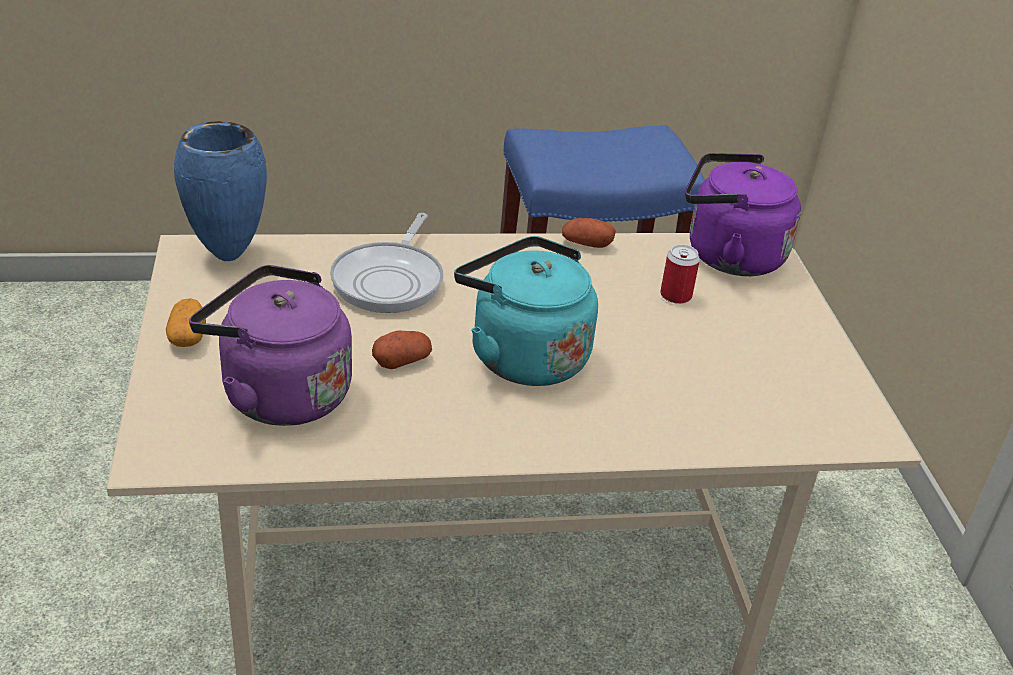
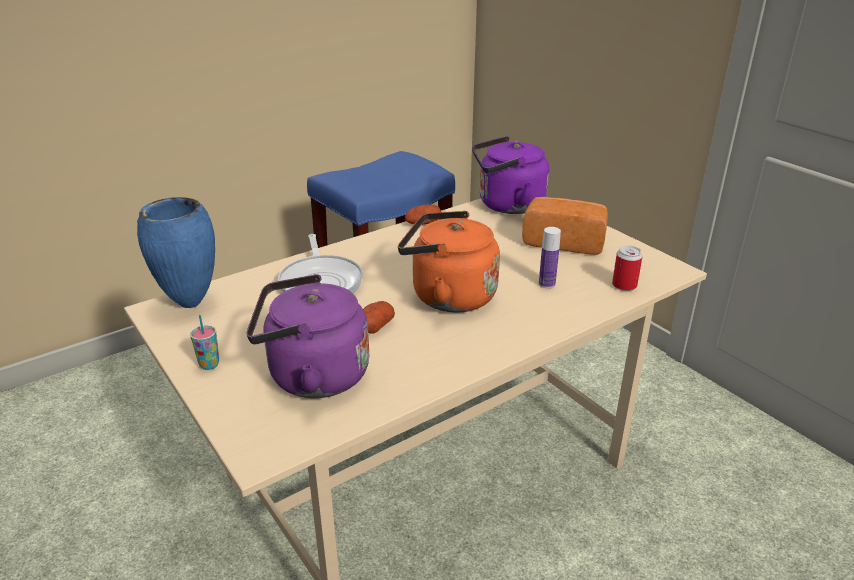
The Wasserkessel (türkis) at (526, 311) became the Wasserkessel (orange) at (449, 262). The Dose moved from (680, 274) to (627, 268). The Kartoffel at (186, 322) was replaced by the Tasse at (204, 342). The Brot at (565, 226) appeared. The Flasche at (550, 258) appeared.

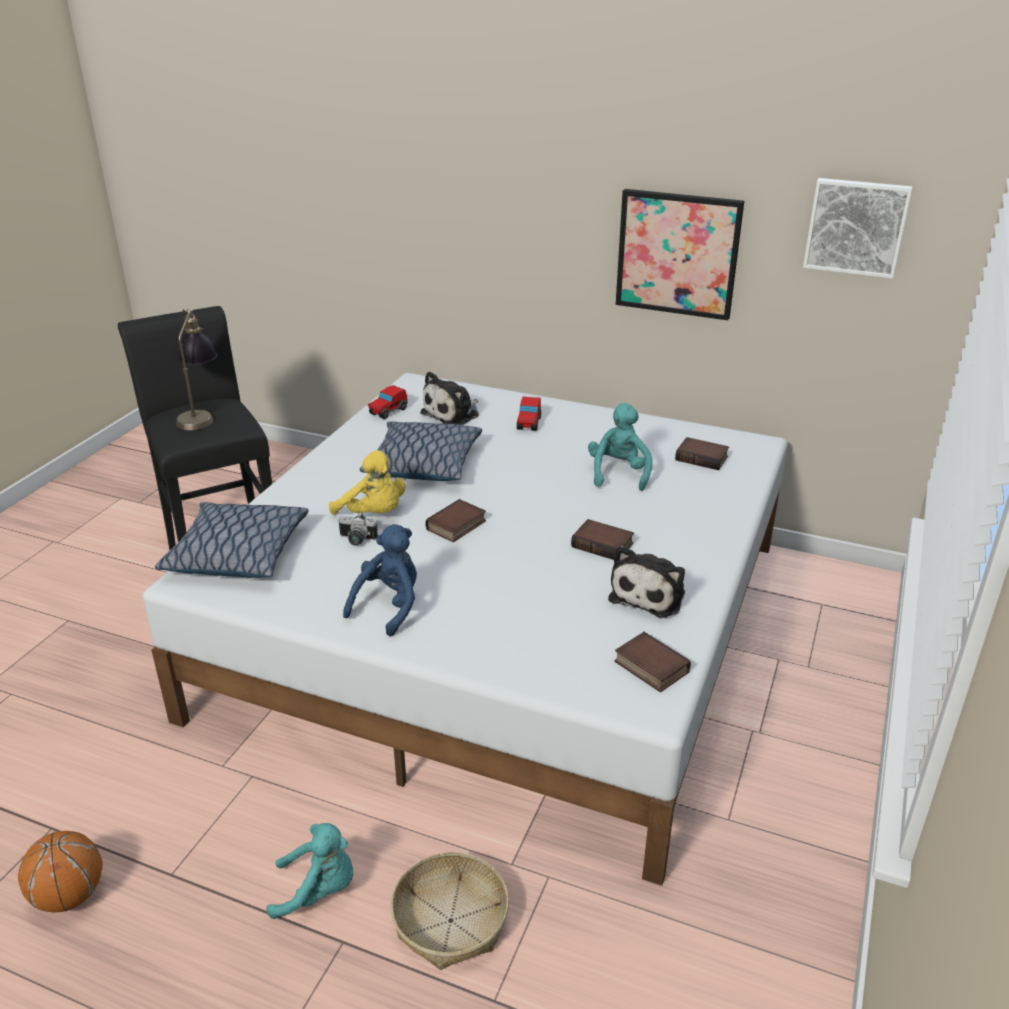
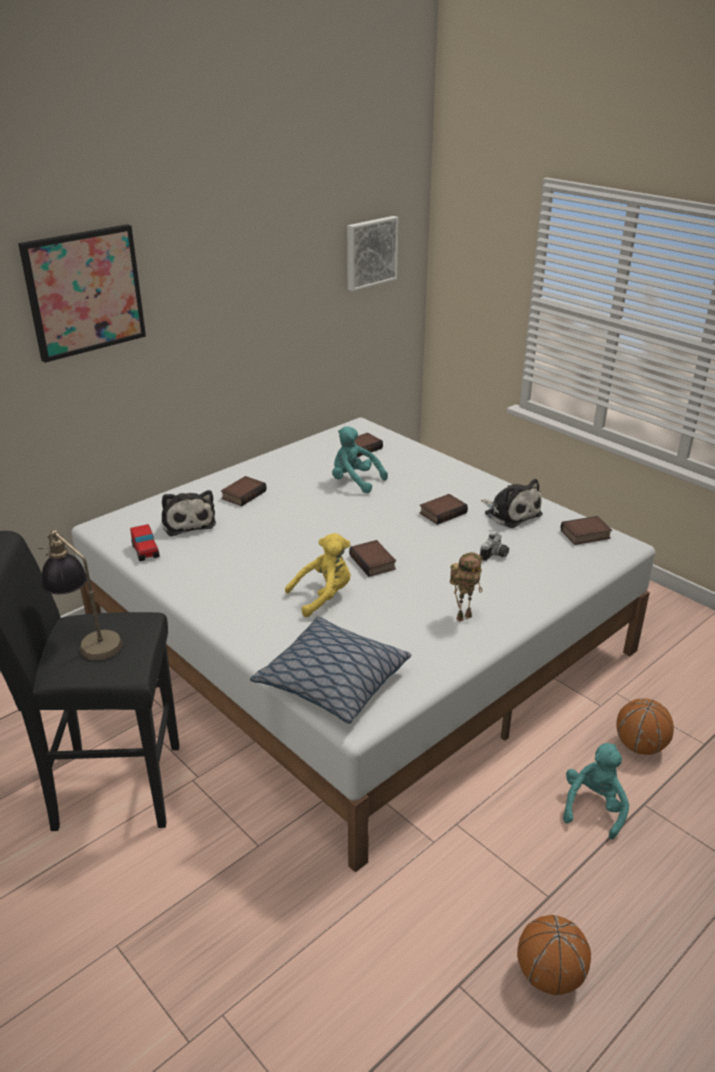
The Bild moved from (680, 254) to (82, 293). The Spielzeugauto at (529, 414) was replaced by the Buch at (244, 491). The Kissen at (421, 451) disappeared. The Kamera moved from (358, 529) to (494, 547). The Plüschtier (blau) at (380, 580) was replaced by the Spielzeugroboter at (466, 587). The Korb at (450, 911) was replaced by the Basketball at (645, 726).

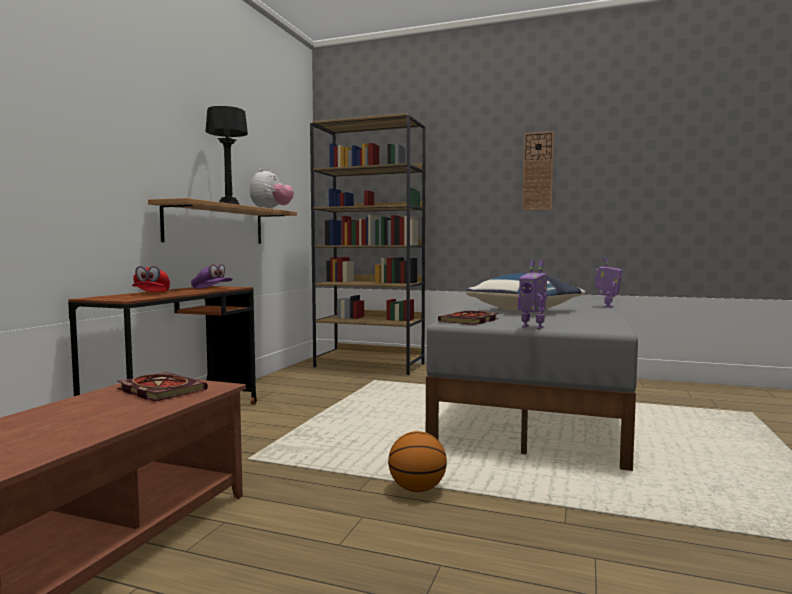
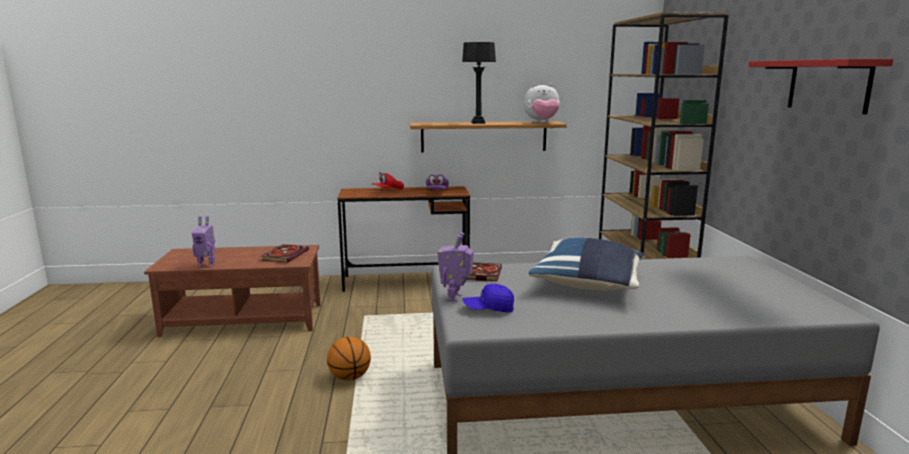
The Wanduhr at (538, 170) was replaced by the Wandregal (rot) at (820, 87). The Spielzeugroboter moved from (608, 282) to (203, 241). The Kappe (blau) at (488, 298) appeared.

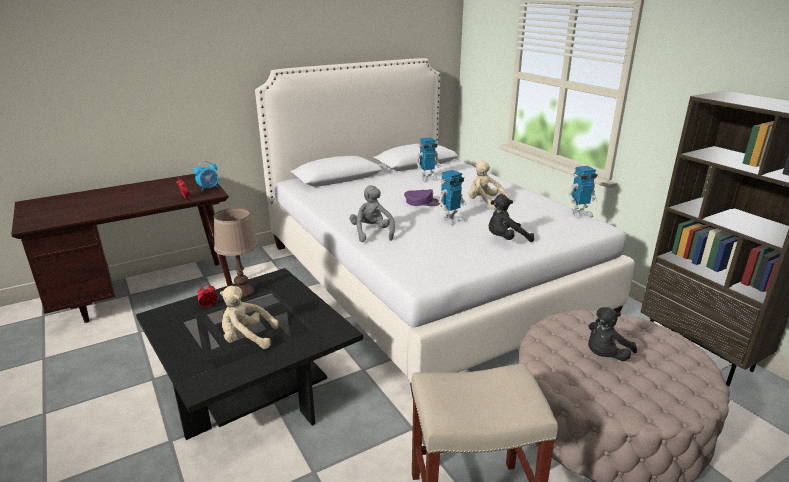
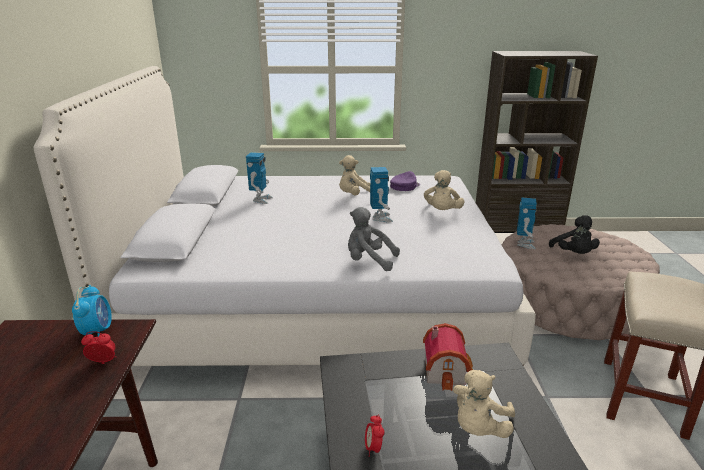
The Spielzeugroboter moved from (583, 192) to (527, 223). The Kappe (lila) moved from (422, 197) to (405, 181). The Plüschtier (schwarz) at (511, 218) became the Plüschtier (beige) at (444, 190). The Tischlampe (braun) at (236, 253) disappeared. The Spielzeughaus at (448, 357) appeared.

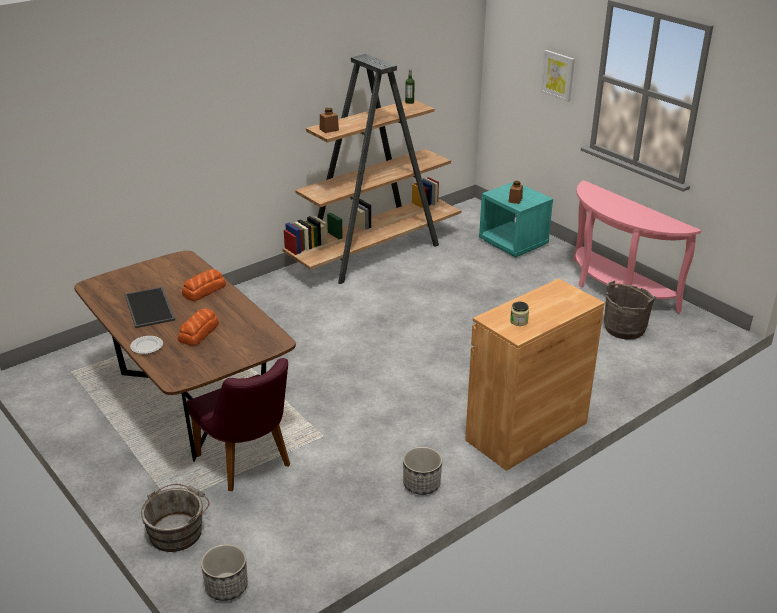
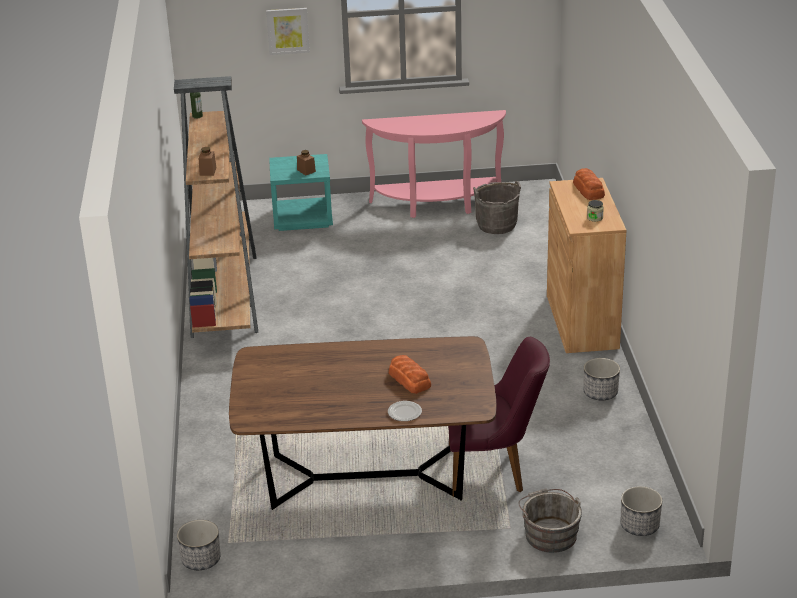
The Brot moved from (204, 285) to (589, 184). The Tablett at (150, 307) disappeared. The Pflanzkübel at (199, 545) appeared.

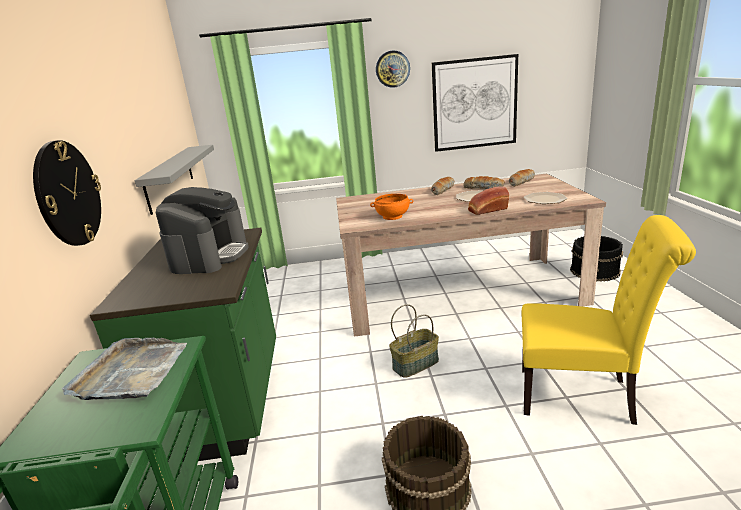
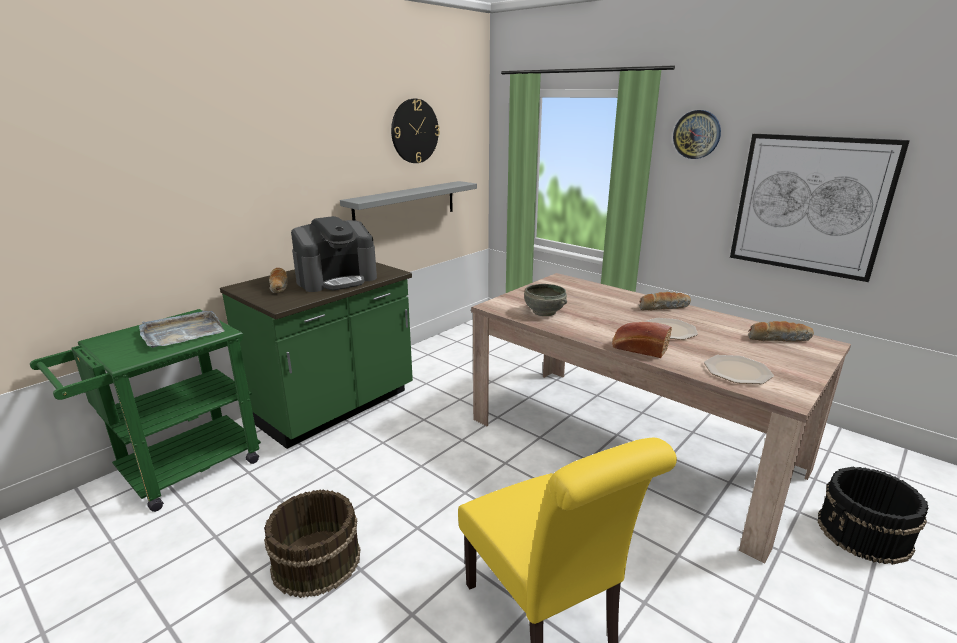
The Wanduhr moved from (67, 193) to (415, 131). The Brot moved from (484, 182) to (278, 280). The Schüssel (orange) at (391, 207) became the Schüssel (grau) at (545, 300). The Korb at (414, 341) disappeared.

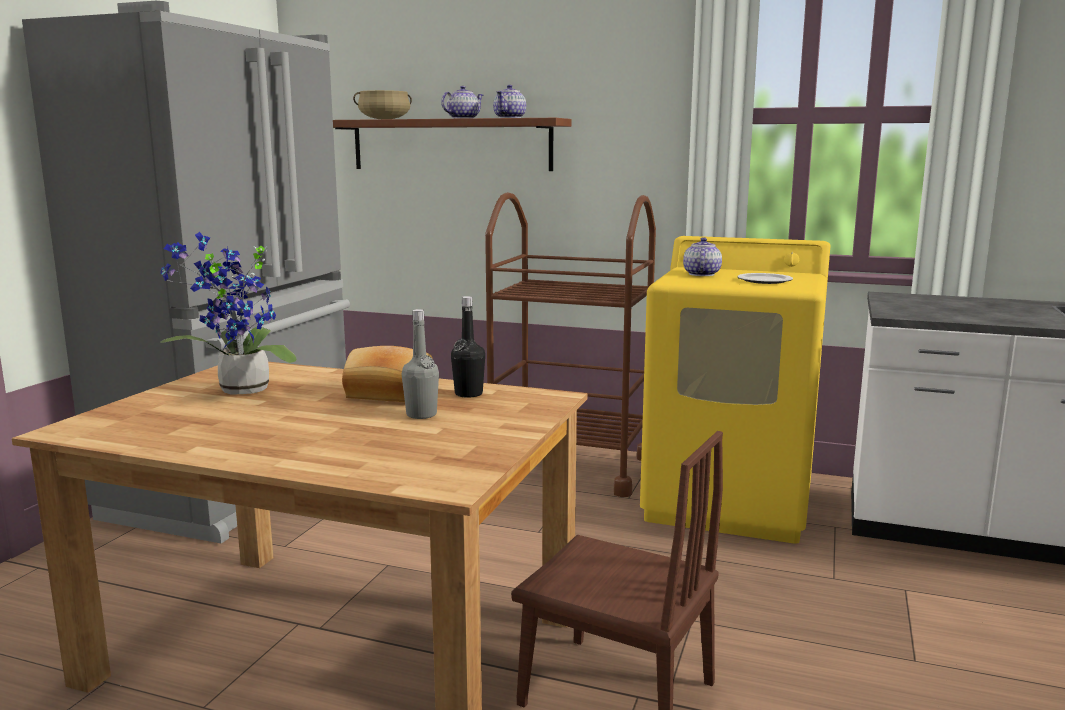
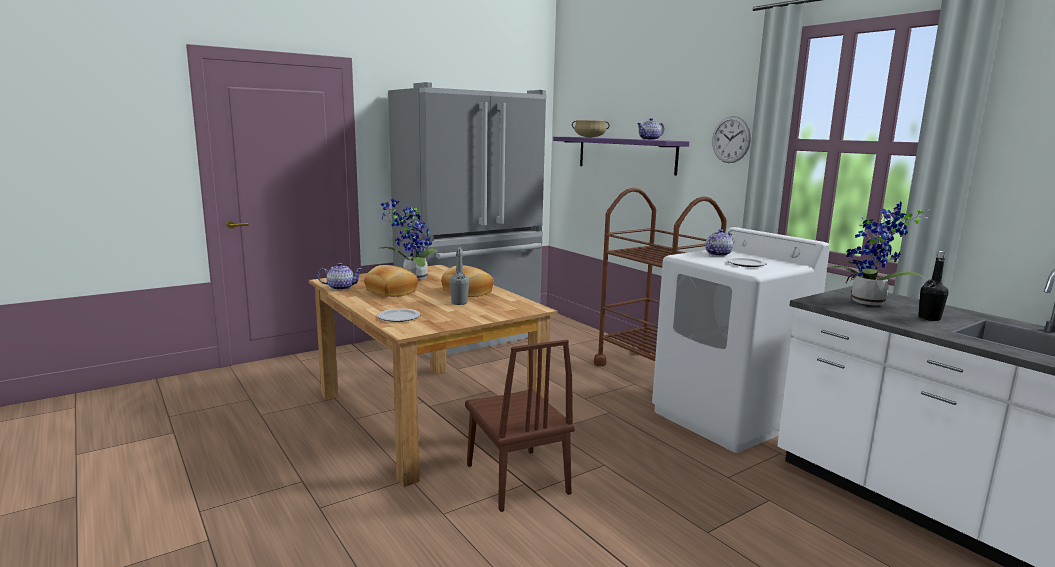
The Teekanne moved from (462, 102) to (340, 276). The Wandregal (braun) at (452, 144) became the Wandregal (lila) at (621, 156). The Waschmaschine (gelb) at (735, 390) became the Waschmaschine (weiß) at (741, 340). The Flasche (schwarz) moved from (468, 347) to (933, 286). The Wanduhr at (731, 139) appeared. The Topfpflanze at (878, 253) appeared. The Brot at (391, 281) appeared. The Teller at (399, 315) appeared.

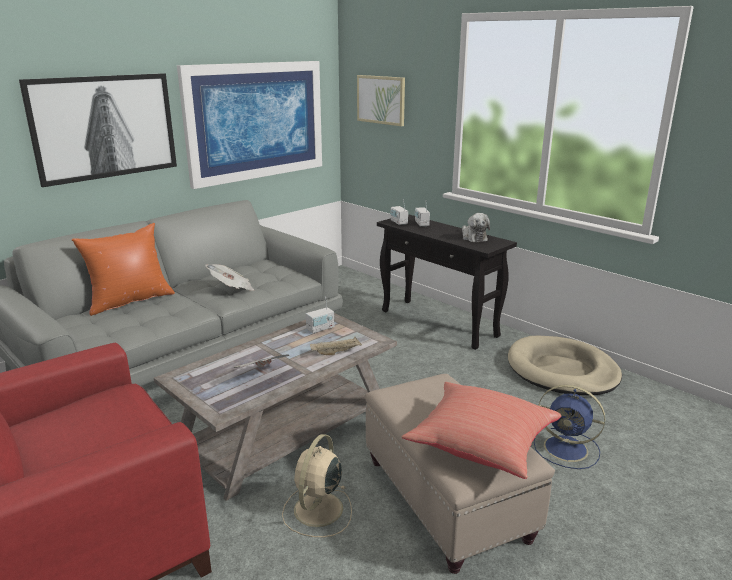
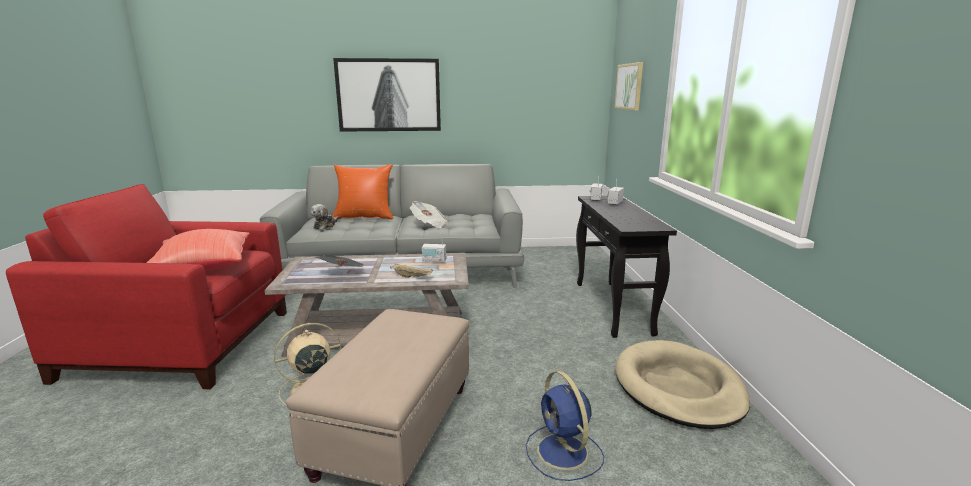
The Bild at (249, 125) disappeared. The Plüschtier moved from (476, 227) to (325, 216). The Kissen (rot) moved from (481, 430) to (198, 250).

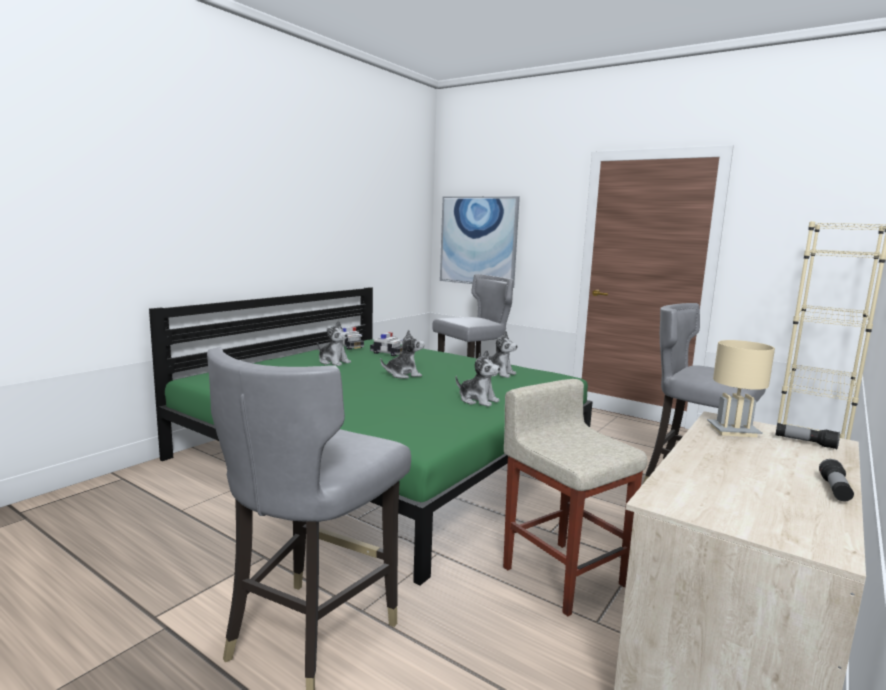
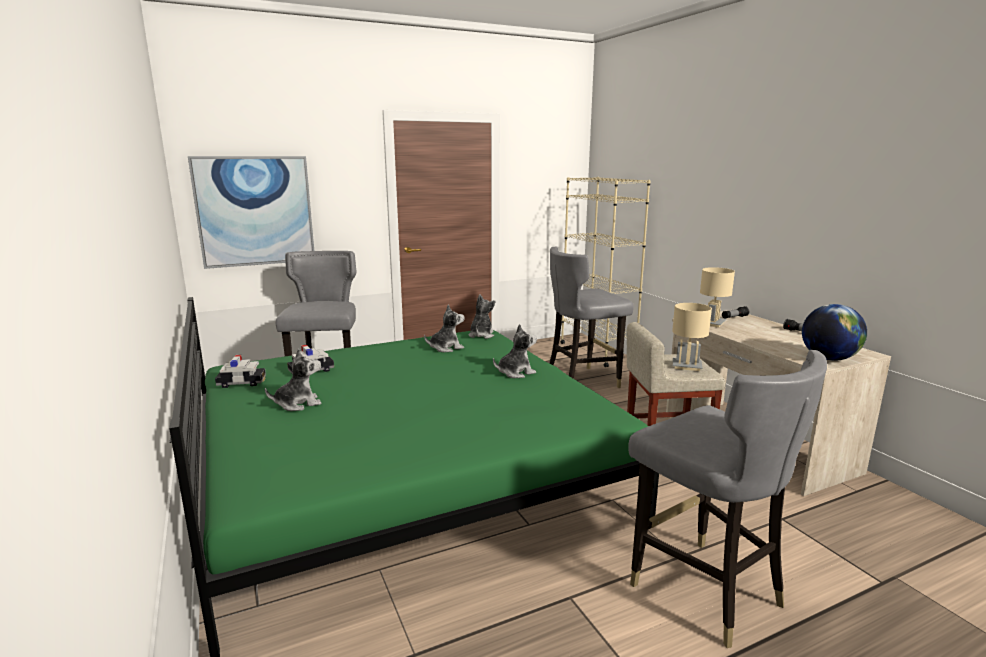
The Plüschtier moved from (402, 354) to (482, 316). The Tischlampe (beige) at (692, 337) appeared. The Globus at (834, 332) appeared.

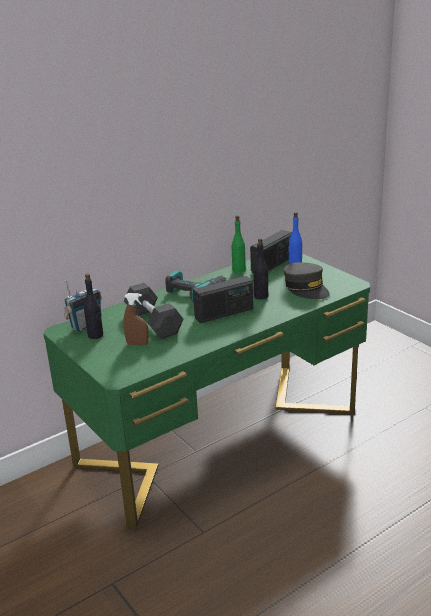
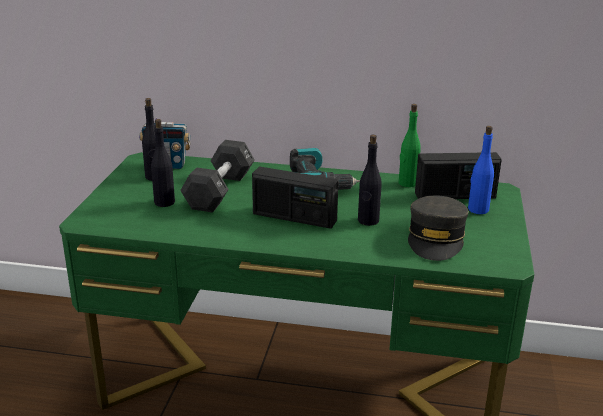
The Sprühflasche (braun) at (136, 319) was replaced by the Flasche (schwarz) at (163, 163).

